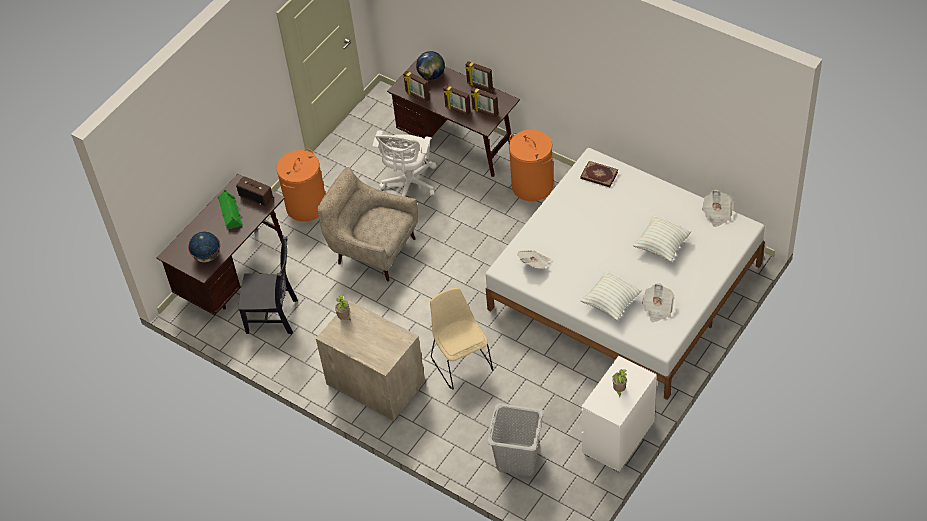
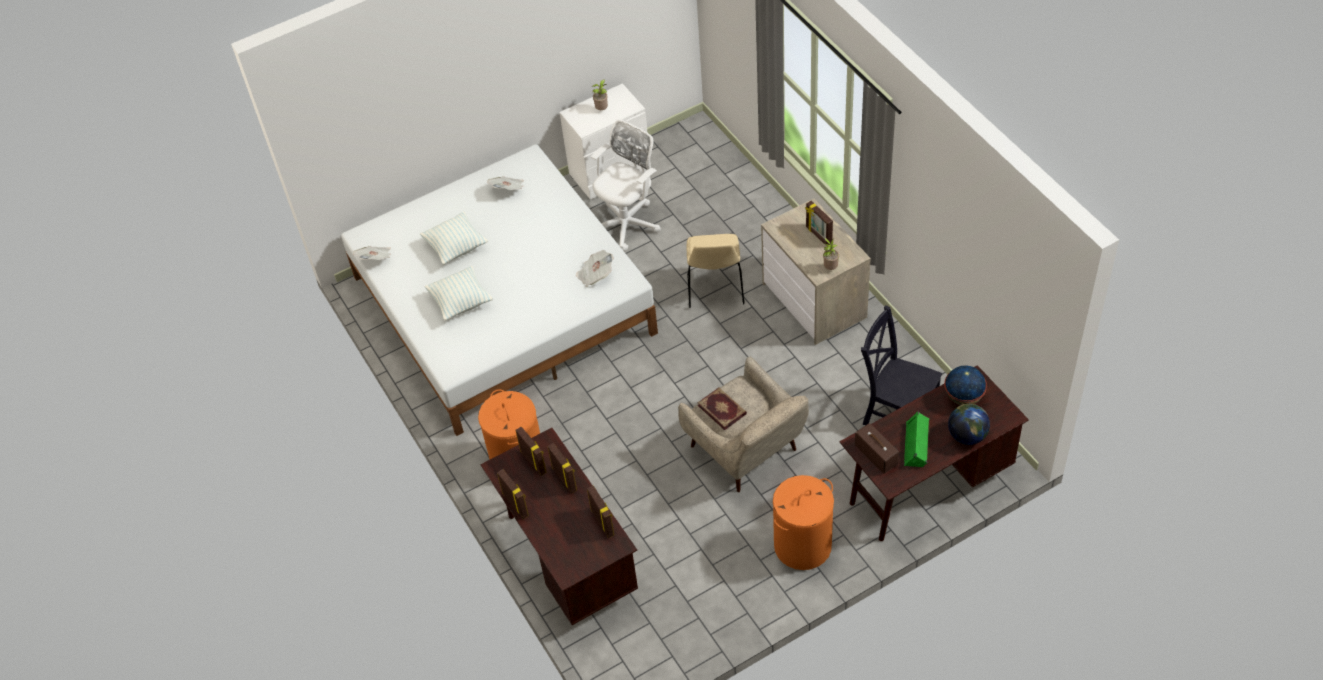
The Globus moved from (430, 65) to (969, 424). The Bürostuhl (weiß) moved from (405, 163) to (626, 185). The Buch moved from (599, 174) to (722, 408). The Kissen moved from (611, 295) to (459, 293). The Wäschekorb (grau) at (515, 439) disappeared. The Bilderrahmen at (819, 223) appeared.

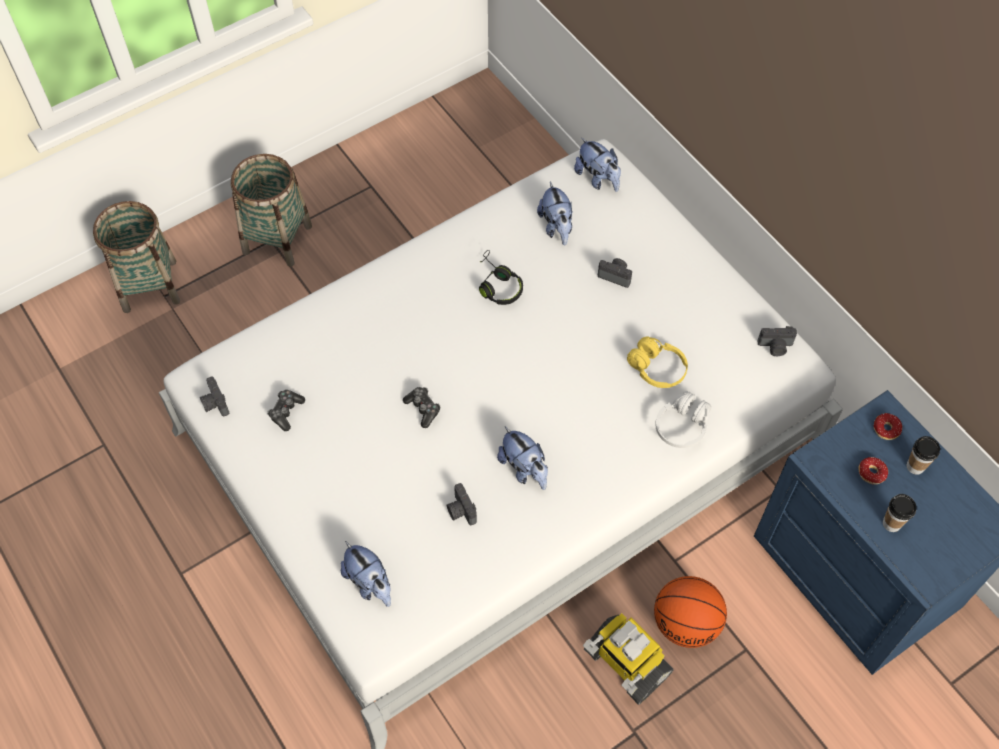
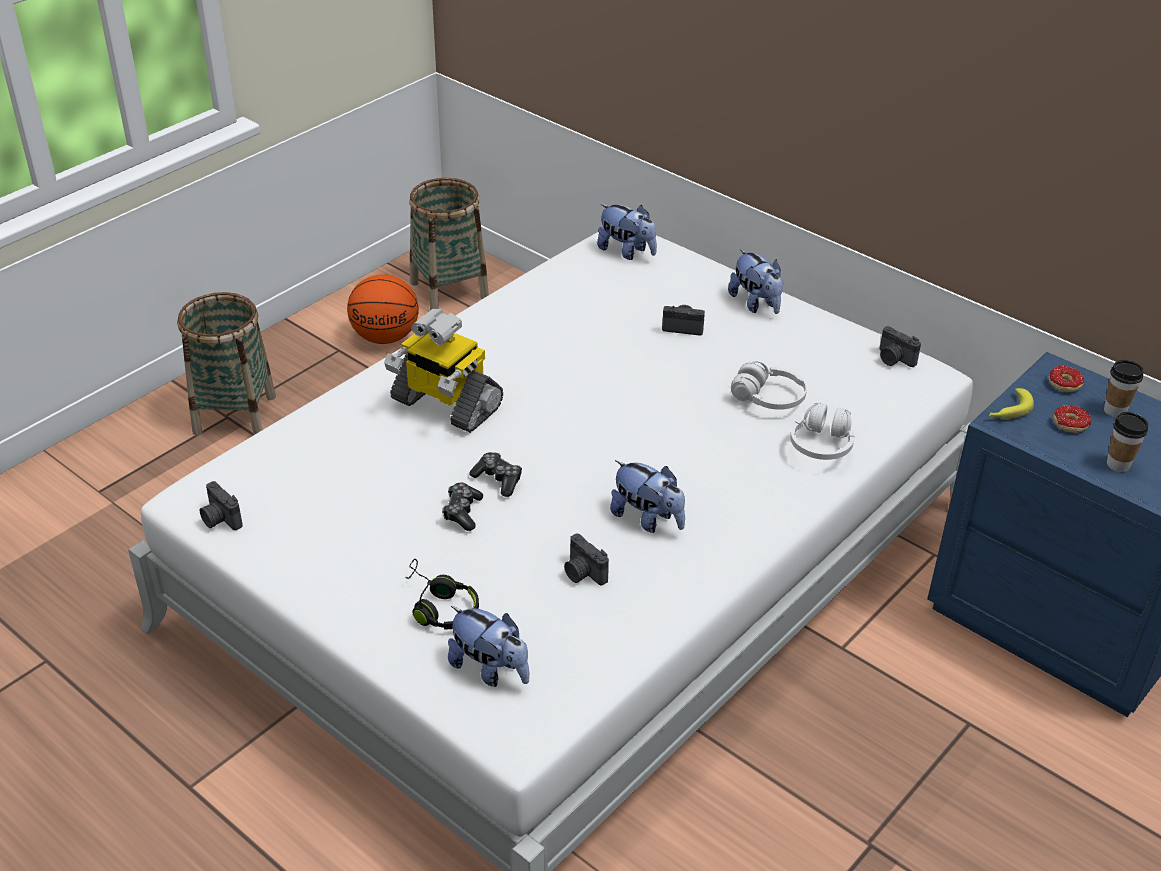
The Plüschtier moved from (555, 214) to (755, 281). The Korb moved from (136, 257) to (449, 244). The Kopfhörer (schwarz) moved from (501, 277) to (442, 594). The Kamera at (777, 341) turned 60 degrees clockwise. The Kopfhörer (gelb) at (657, 362) became the Kopfhörer (weiß) at (769, 385). The Gamepad moved from (286, 410) to (462, 507). The Basketball moved from (690, 612) to (383, 309). The Spielzeugroboter moved from (628, 659) to (443, 371). The Banane at (1011, 403) appeared.

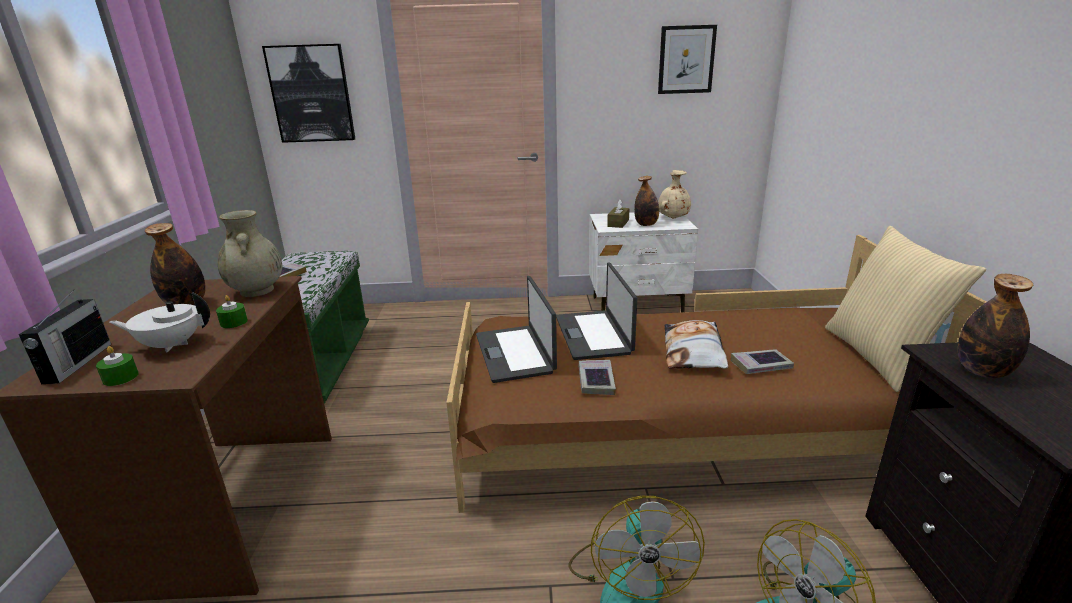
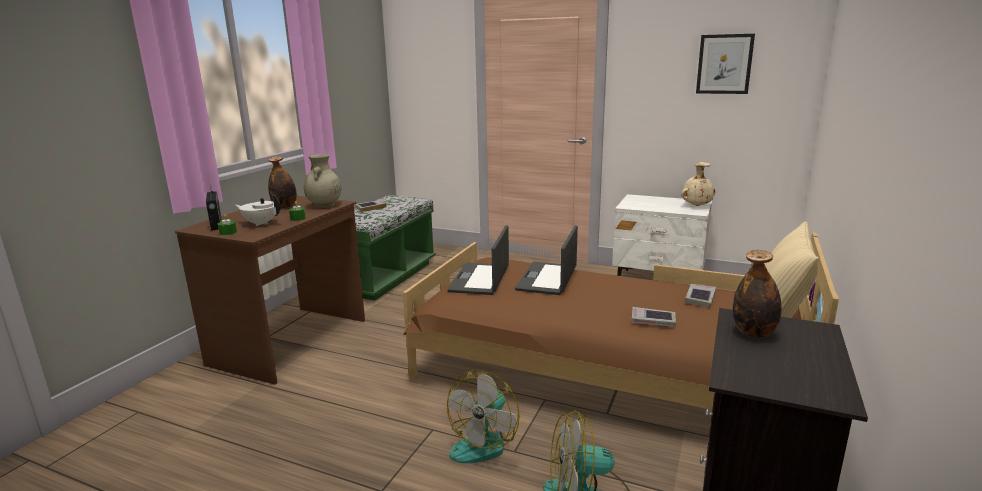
The Bild at (308, 93) disappeared. The Flasche at (646, 201) disappeared. The Taschentuchbox (braun) at (618, 213) disappeared. The Radio at (65, 337) turned 45 degrees counterclockwise. The Kissen at (696, 344) disappeared. The Buch moved from (597, 377) to (700, 296).

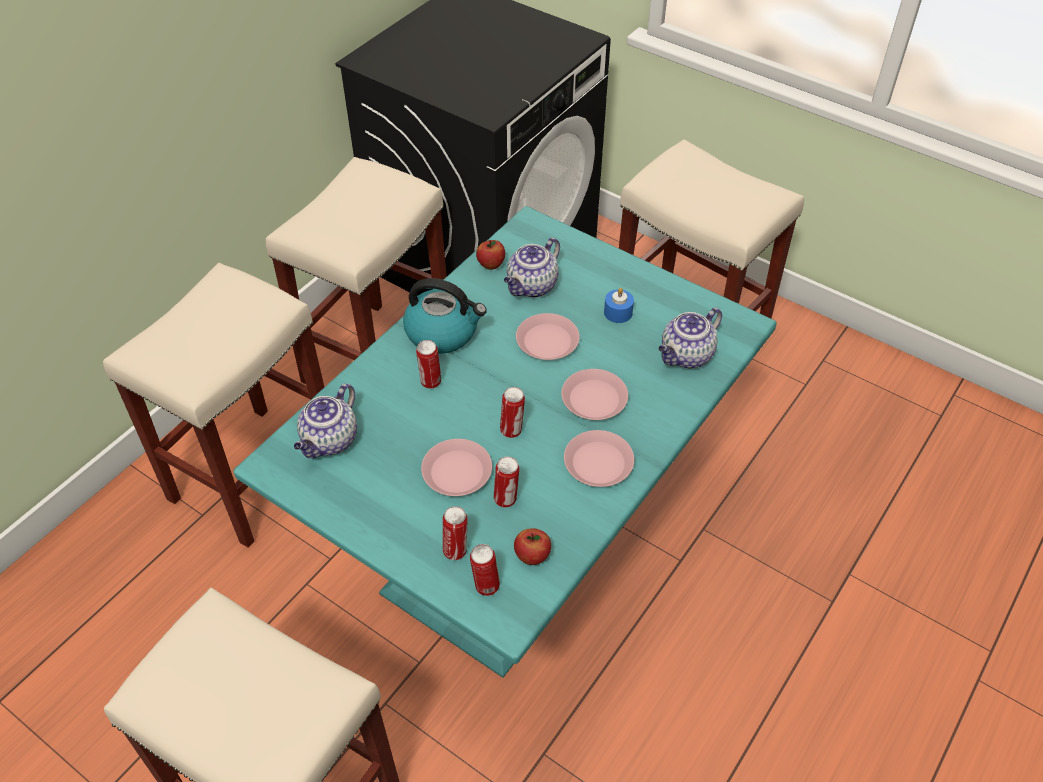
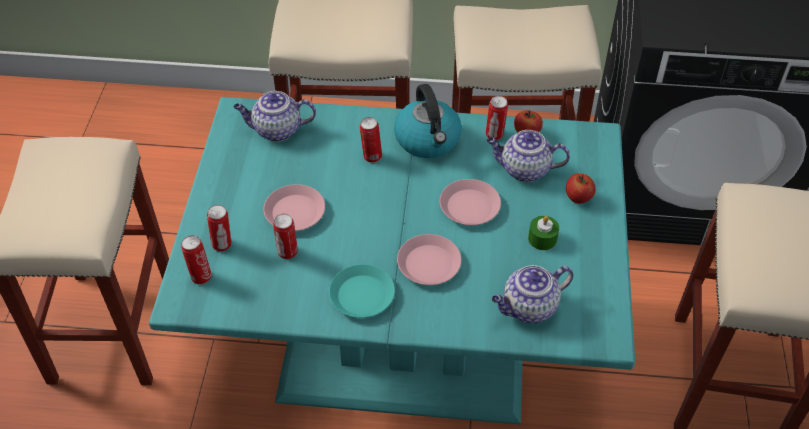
The Kerze (blau) at (619, 305) became the Kerze (grün) at (543, 233). The Teekanne at (690, 338) turned 45 degrees counterclockwise. The Dose moved from (512, 412) to (497, 118). The Teller (rosa) at (599, 458) became the Teller (türkis) at (362, 291). The Apfel moved from (532, 546) to (581, 188).

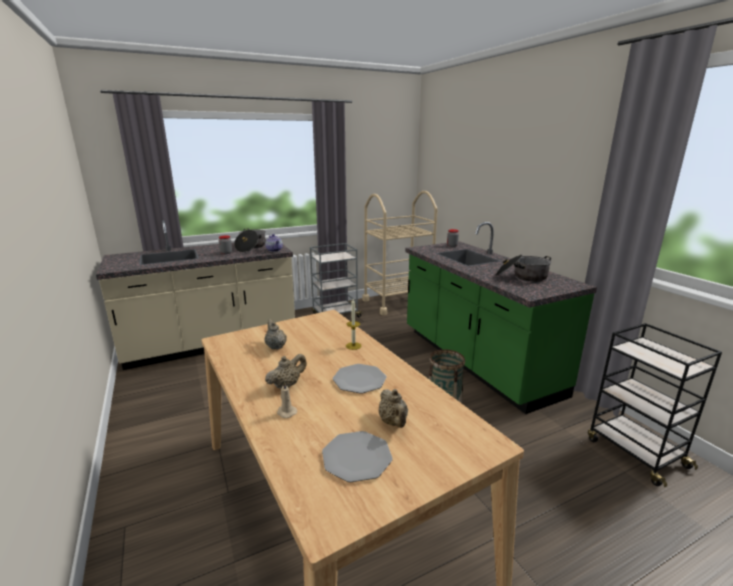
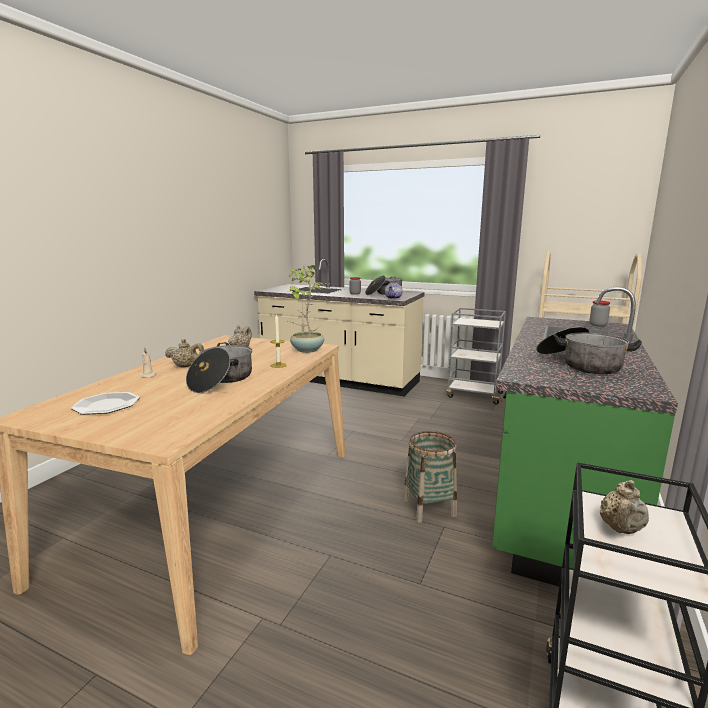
The Teller at (360, 379) was replaced by the Kochtopf at (219, 367). The Teekanne (beige) moved from (393, 408) to (624, 507). The Topfpflanze at (306, 309) appeared.

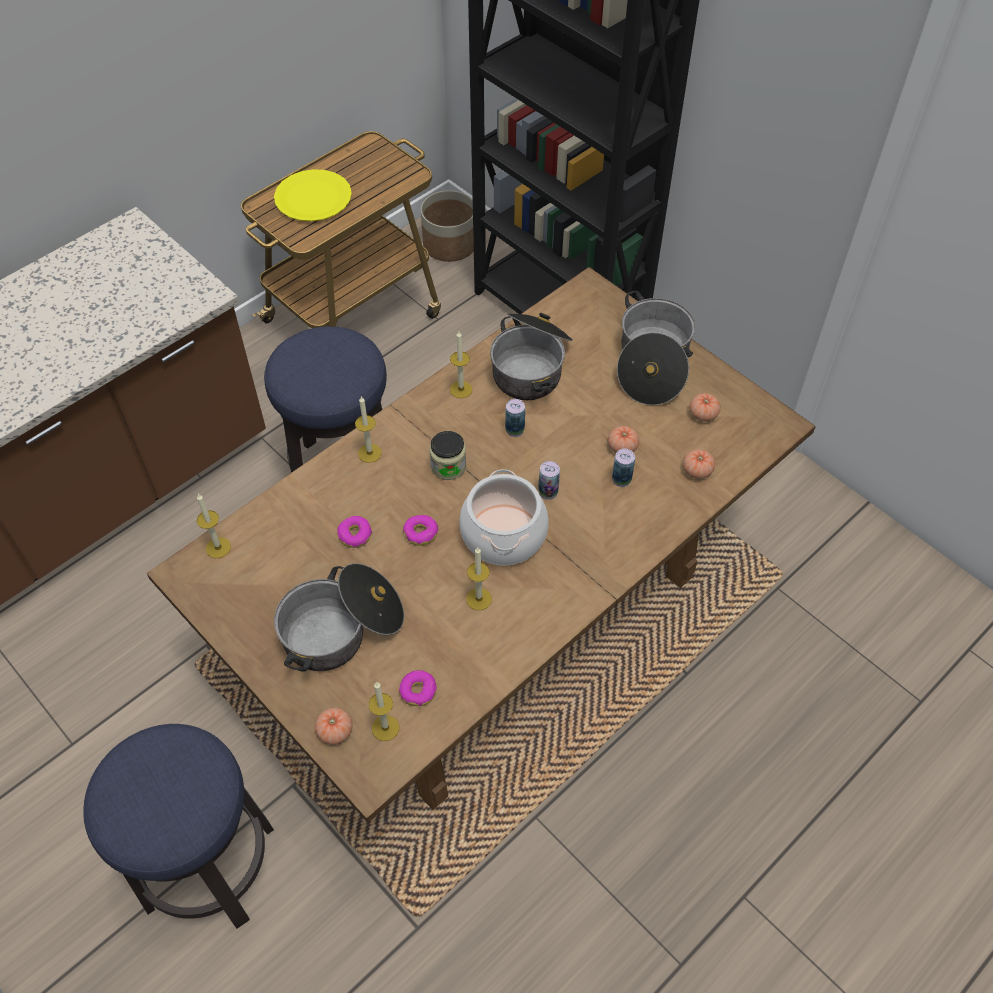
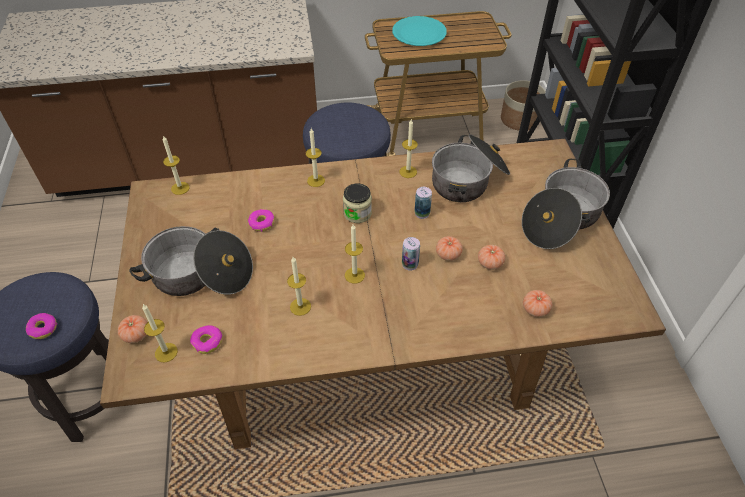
The Teller (gelb) at (313, 195) became the Teller (türkis) at (419, 31). The Tomate moved from (705, 407) to (449, 248). The Dose at (623, 468) disappeared. The Kochtopf at (504, 517) was replaced by the Kerze at (355, 254). The Donut moved from (421, 530) to (42, 326).

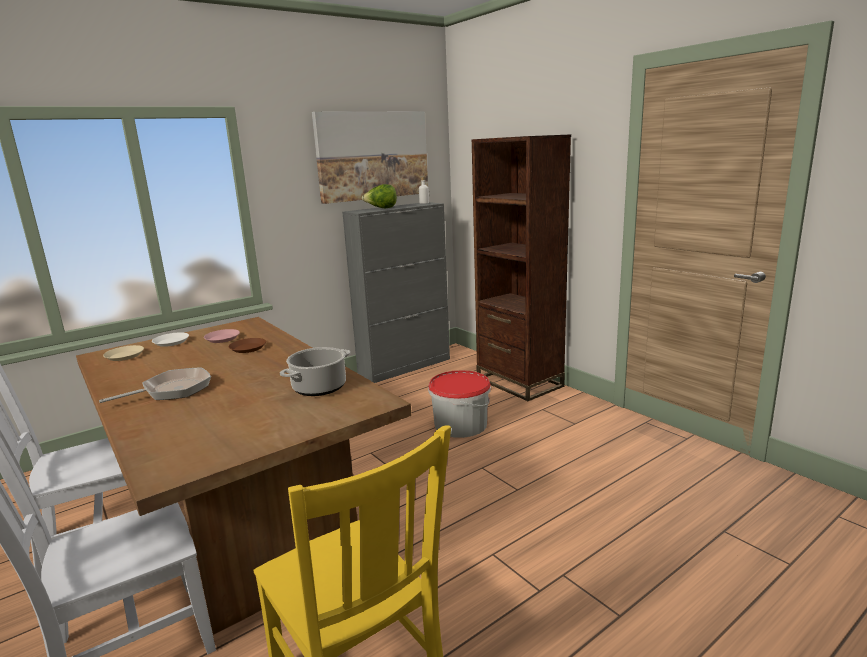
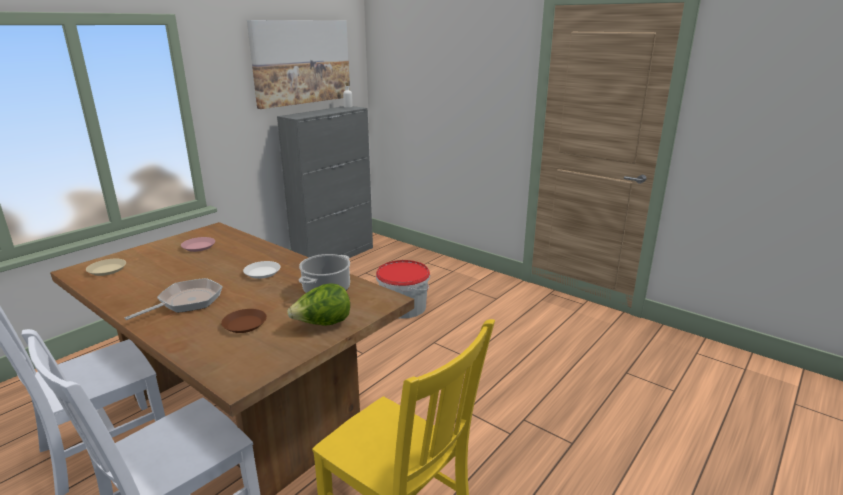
The Bücherregal (braun) at (521, 267) disappeared. The Salatkopf moved from (379, 196) to (318, 304). The Teller (weiß) moved from (170, 339) to (262, 270). The Teller (braun) moved from (247, 345) to (244, 321).

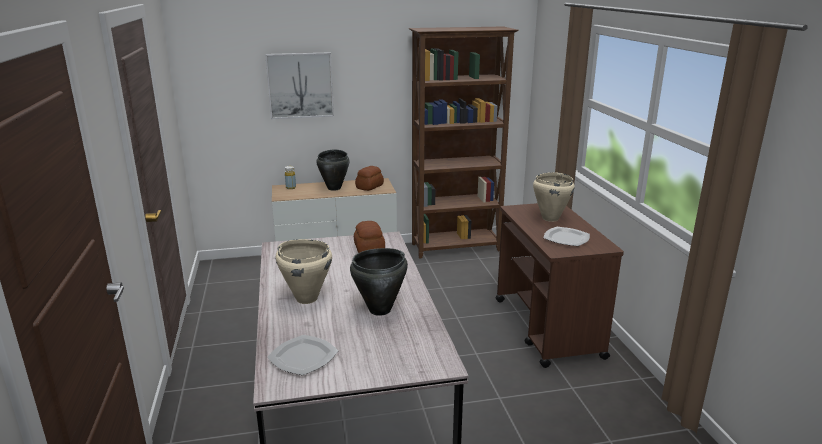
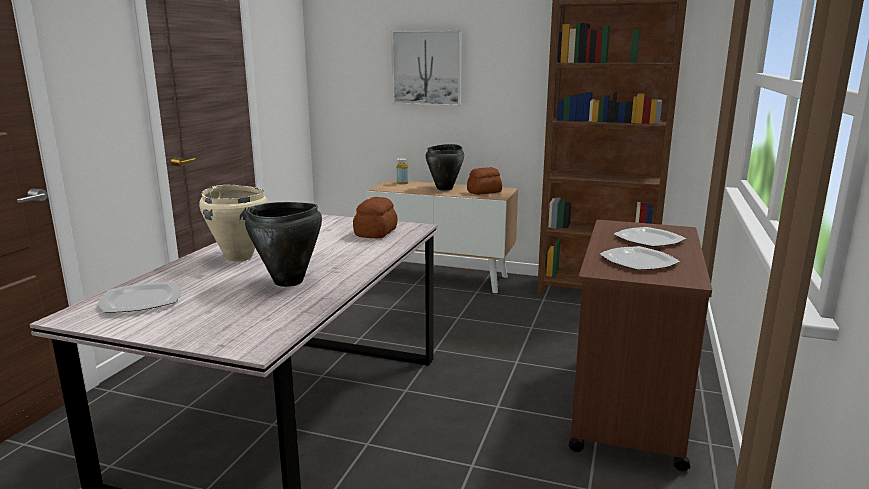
The Kochtopf (beige) at (554, 197) was replaced by the Teller at (650, 237).

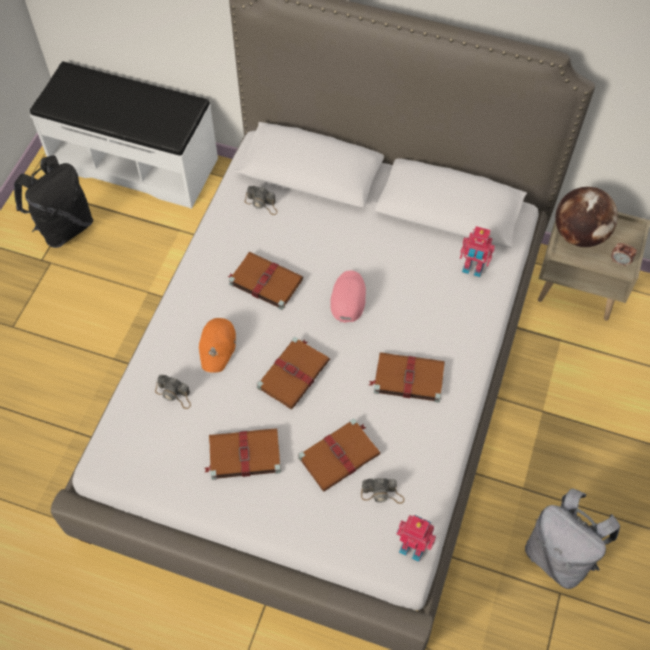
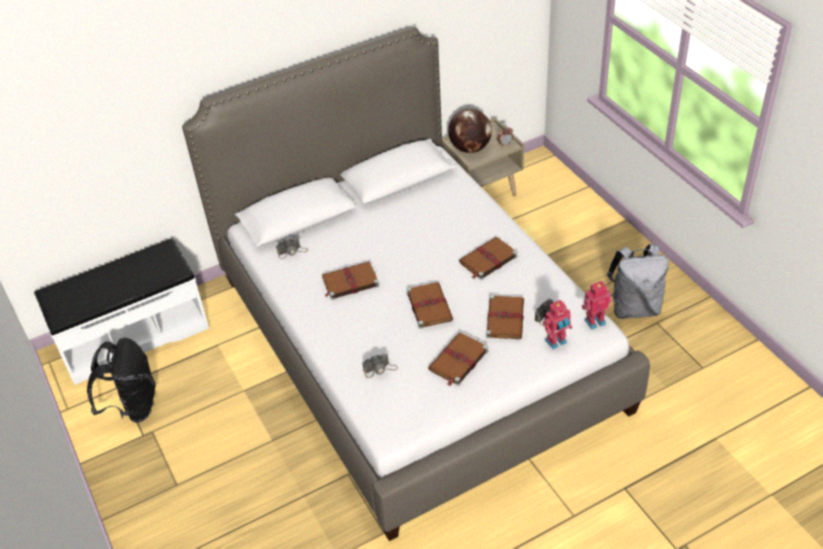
The Spielzeugroboter moved from (477, 251) to (557, 324). The Kappe (rosa) at (348, 296) disappeared. The Kappe (orange) at (217, 345) disappeared.

